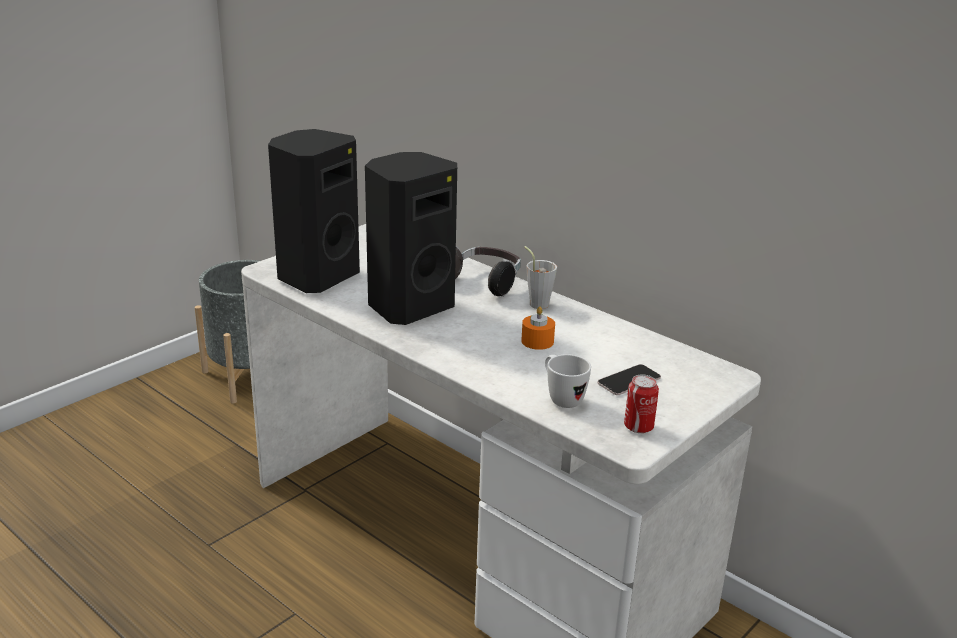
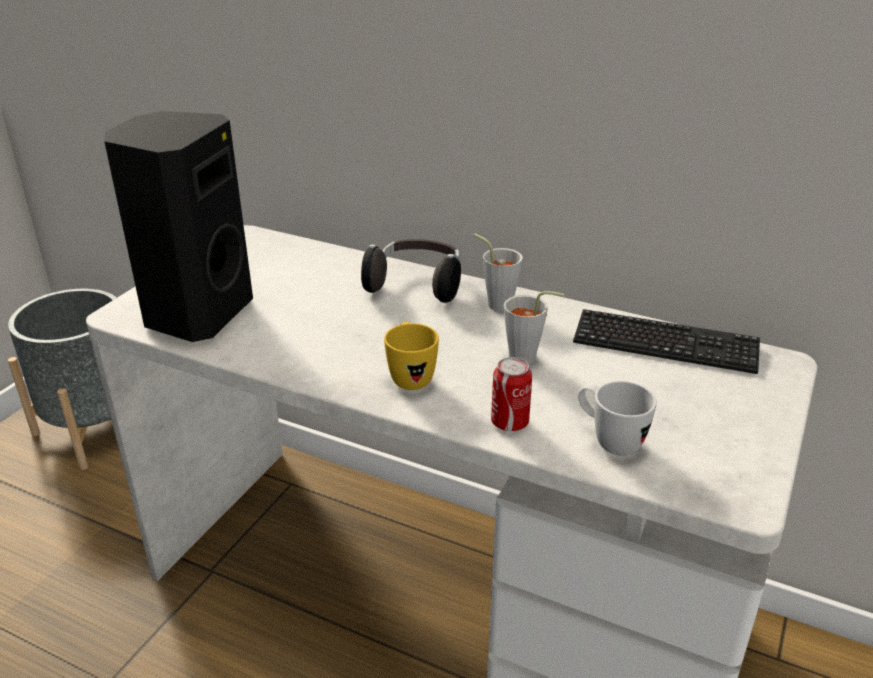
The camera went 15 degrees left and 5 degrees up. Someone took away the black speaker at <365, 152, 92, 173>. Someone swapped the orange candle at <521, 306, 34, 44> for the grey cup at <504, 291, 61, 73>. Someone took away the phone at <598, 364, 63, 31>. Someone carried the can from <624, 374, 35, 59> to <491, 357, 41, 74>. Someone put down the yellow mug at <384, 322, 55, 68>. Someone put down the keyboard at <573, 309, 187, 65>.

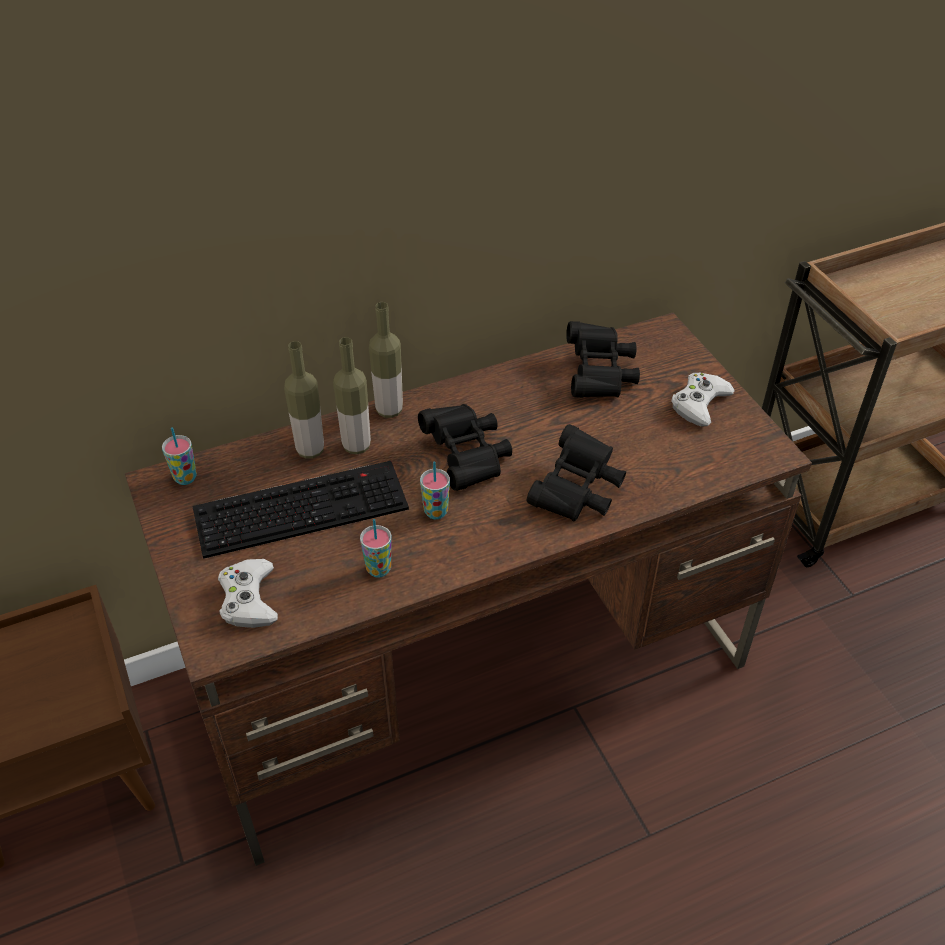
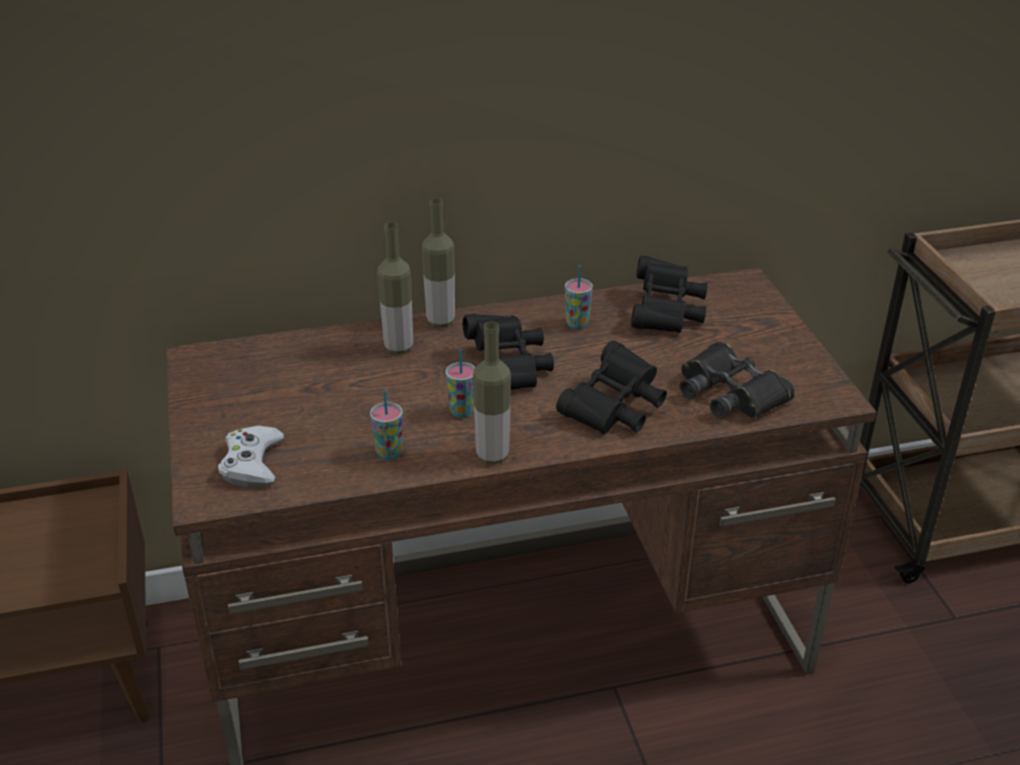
The camera went 10 degrees right and 10 degrees down. Someone carried the cup from <162, 427, 35, 58> to <565, 265, 28, 64>. Someone took away the keyboard at <192, 461, 217, 98>. Someone carried the bottle from <284, 341, 40, 118> to <473, 321, 38, 143>. Someone took away the white game controller at <671, 373, 64, 54>. Someone put down the black binoculars at <679, 342, 116, 77>.

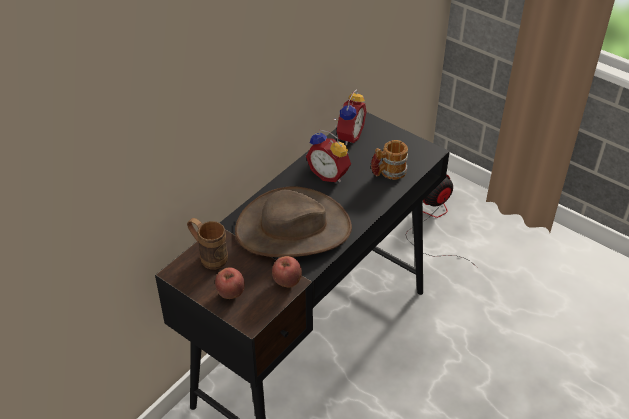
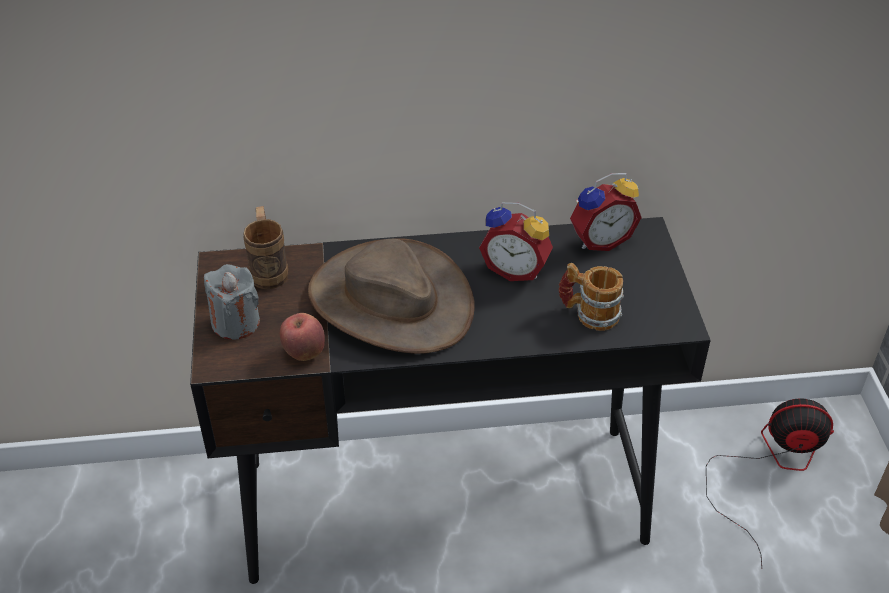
The camera went 45 degrees right and 0 degrees up. Someone swapped the apple at <215, 267, 30, 32> for the grey candle at <204, 264, 56, 76>. Someone rotated the alarm clock at <306, 130, 45, 52> by 60 degrees counterclockwise.

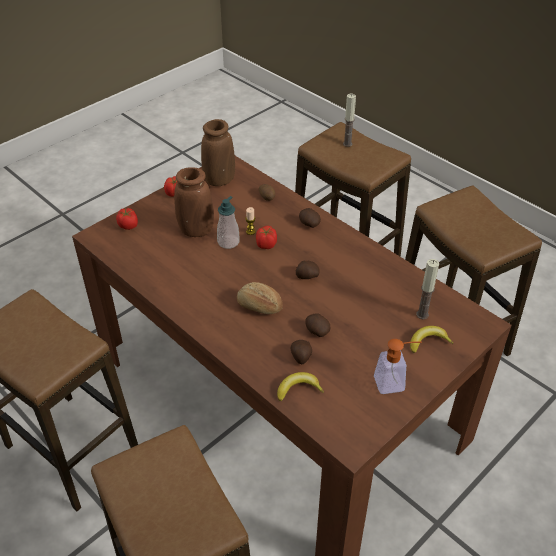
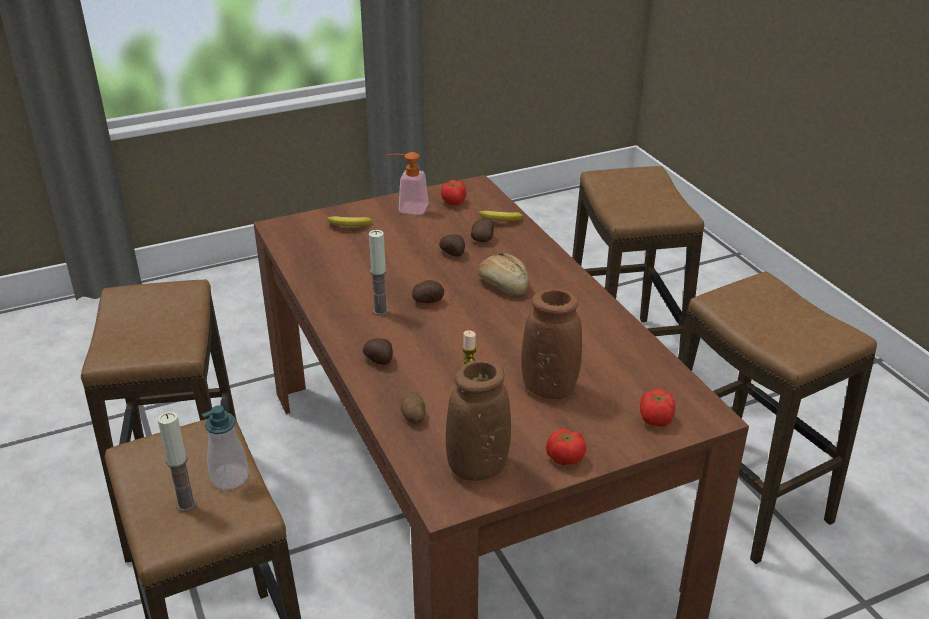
The camera went 160 degrees left and 10 degrees down. Someone carried the soap dispenser from <217, 196, 22, 53> to <202, 405, 47, 85>. Someone carried the tomato from <256, 226, 21, 23> to <441, 180, 25, 25>. Someone carried the candle from <416, 259, 23, 61> to <369, 230, 19, 86>.

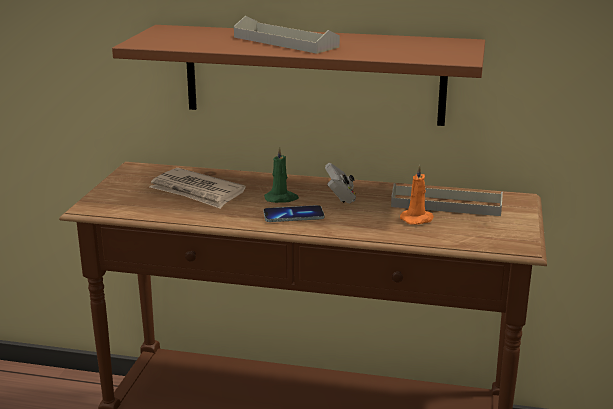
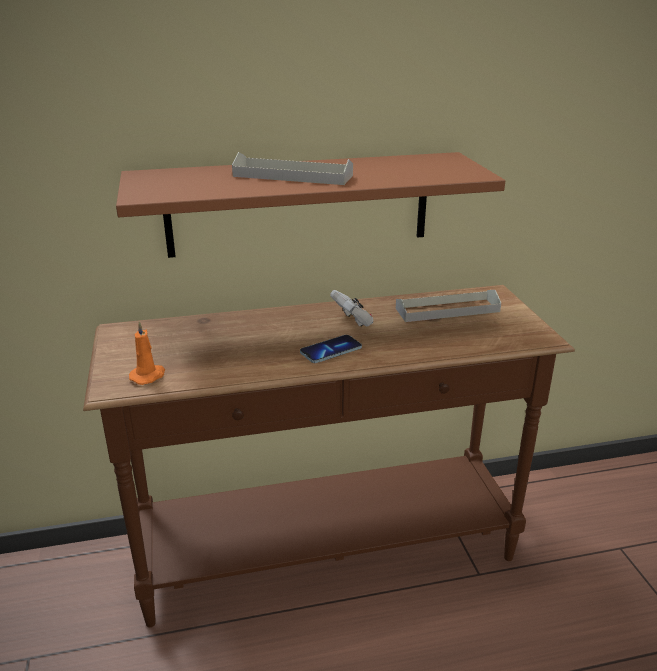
The camera went 25 degrees left and 5 degrees up. Someone took away the newspaper at <149, 168, 97, 41>. Someone took away the green candle at <264, 146, 35, 57>. Someone carried the orange candle from <400, 165, 34, 60> to <129, 321, 36, 64>.

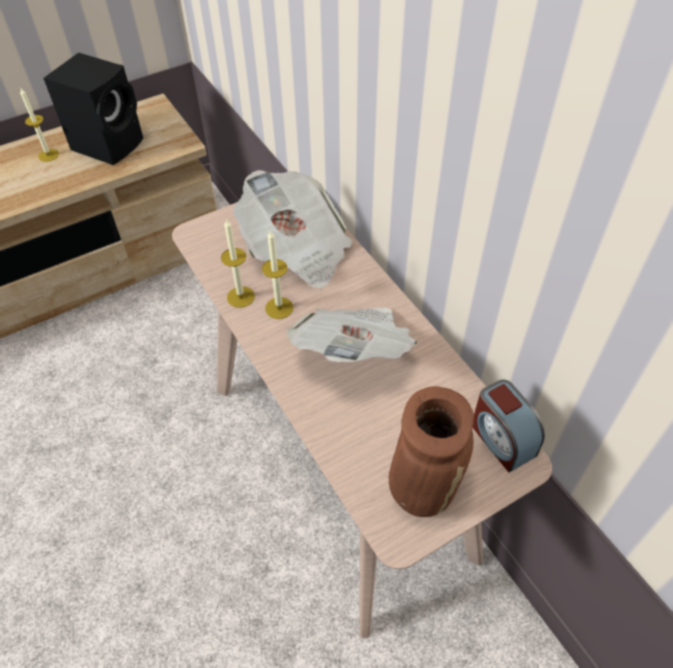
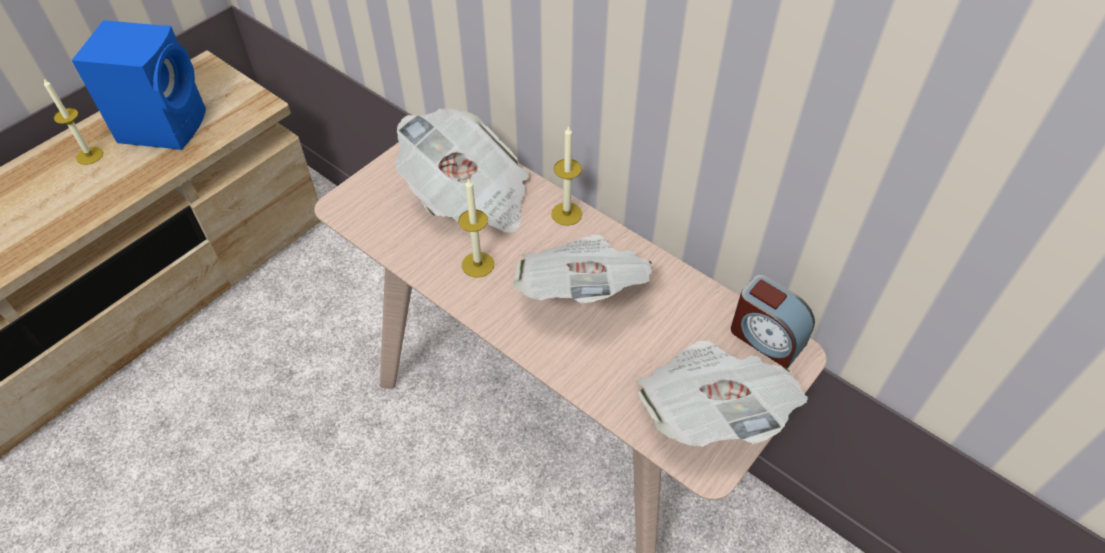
The camera went 20 degrees left and 0 degrees up. Someone repainted the black speaker at <44, 52, 99, 113>, which became the blue speaker at <72, 20, 134, 130>. Someone carried the candle from <221, 218, 34, 90> to <551, 125, 31, 101>. Someone swapped the brown vase at <389, 386, 85, 131> for the newspaper at <635, 340, 173, 107>.

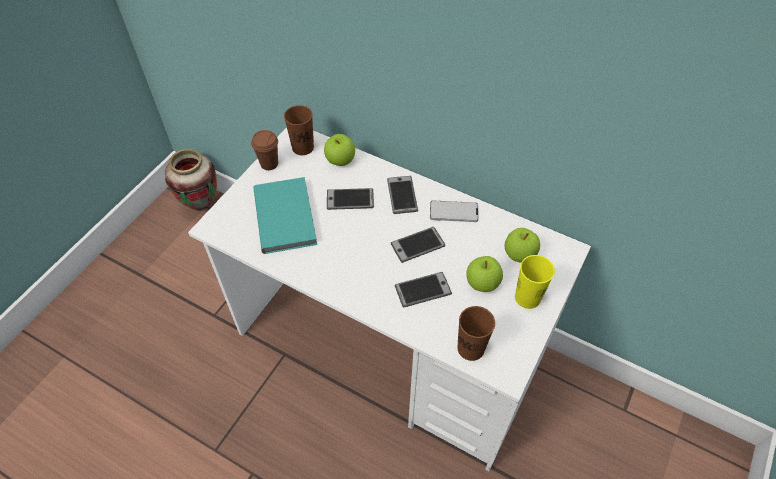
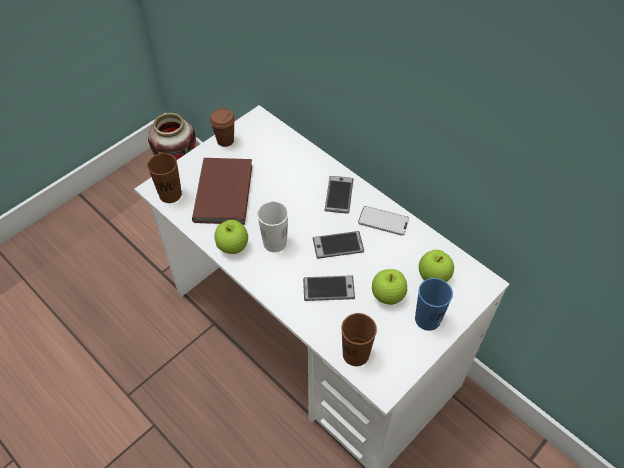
The camera went 15 degrees right and 0 degrees up. Someone repainted the turquoise book at <253, 177, 64, 77>, which became the brown book at <192, 158, 61, 67>. Someone carried the brown cup from <284, 105, 30, 50> to <147, 153, 35, 50>. Someone carried the apple from <324, 134, 31, 32> to <214, 220, 34, 34>. Someone took away the phone at <327, 188, 47, 22>. Someone repainted the yellow cup at <515, 255, 40, 54>, which became the blue cup at <415, 278, 38, 53>. Someone put down the white cup at <257, 201, 31, 51>.

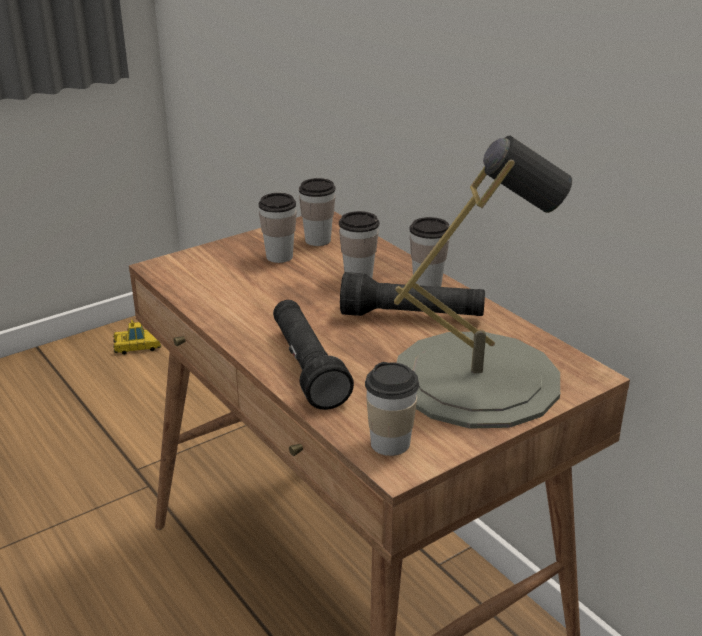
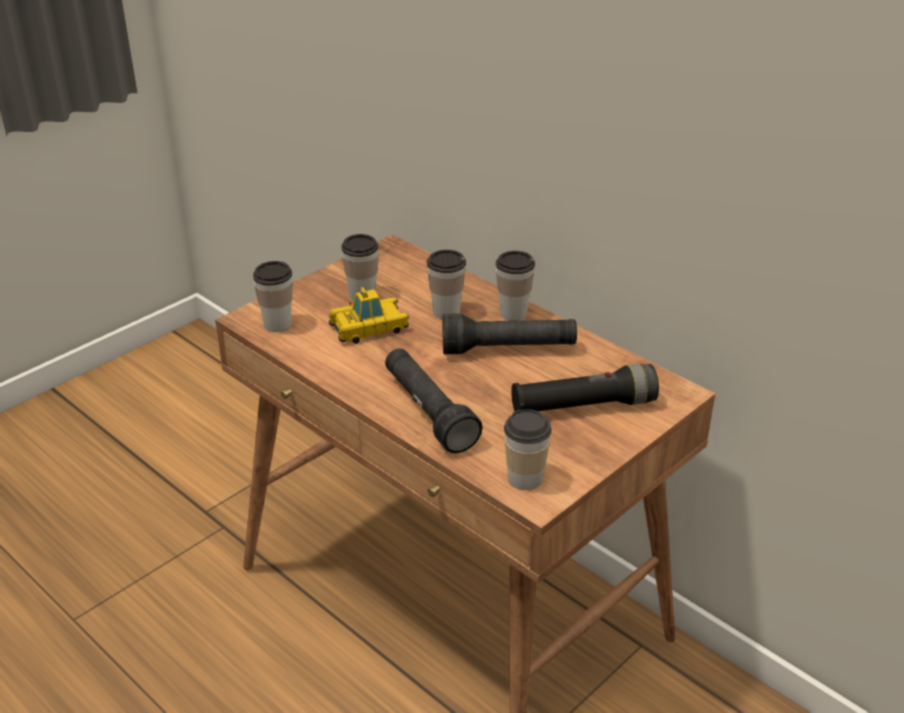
The camera went 10 degrees left and 5 degrees up. Someone carried the toy car from <113, 320, 48, 35> to <329, 287, 80, 57>. Someone carried the cup from <299, 178, 37, 68> to <253, 261, 40, 71>. Someone swapped the grey table lamp at <394, 135, 178, 294> for the black flashlight at <511, 364, 148, 47>.

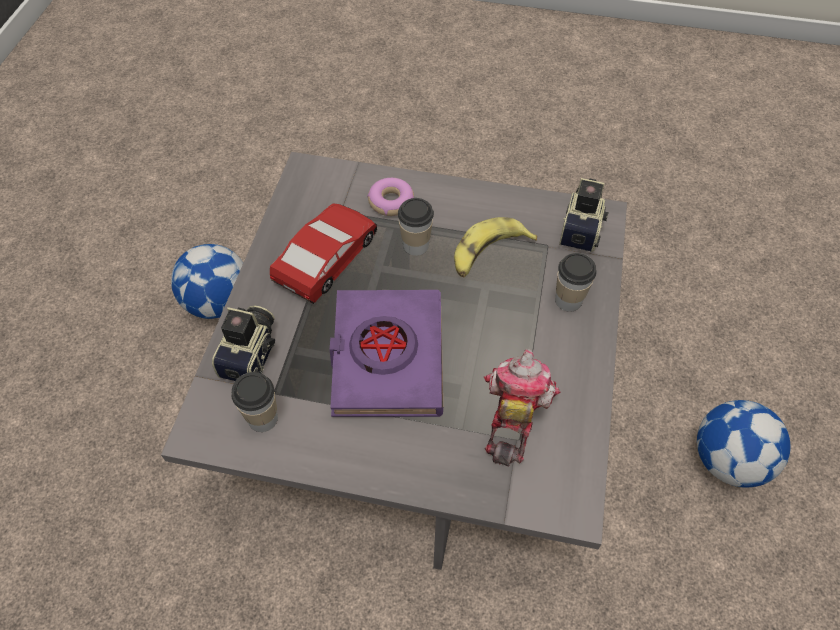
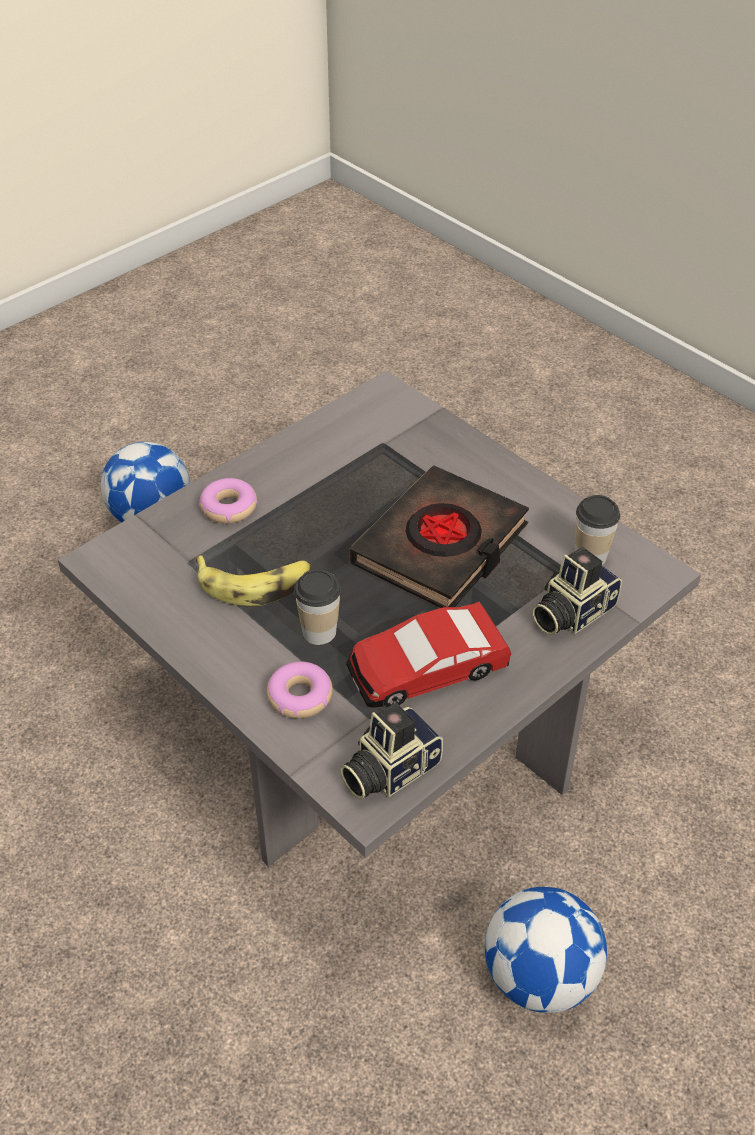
The camera went 145 degrees left and 10 degrees down. Someone repainted the purple book at <330, 290, 113, 127>, which became the black book at <349, 465, 180, 143>. Someone took away the toy robot at <484, 349, 77, 117>. Someone swapped the cup at <555, 253, 42, 59> for the donut at <199, 478, 58, 46>. Someone carried the photo camera from <559, 178, 50, 74> to <340, 703, 103, 97>.

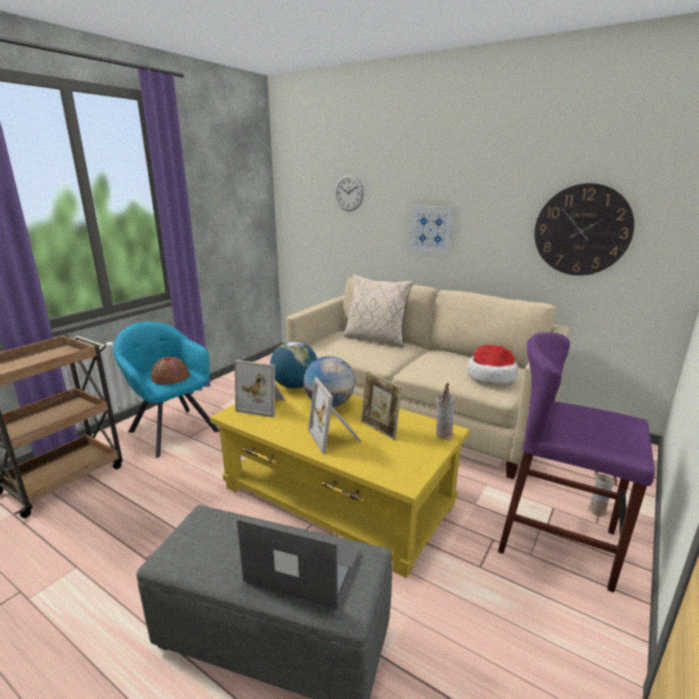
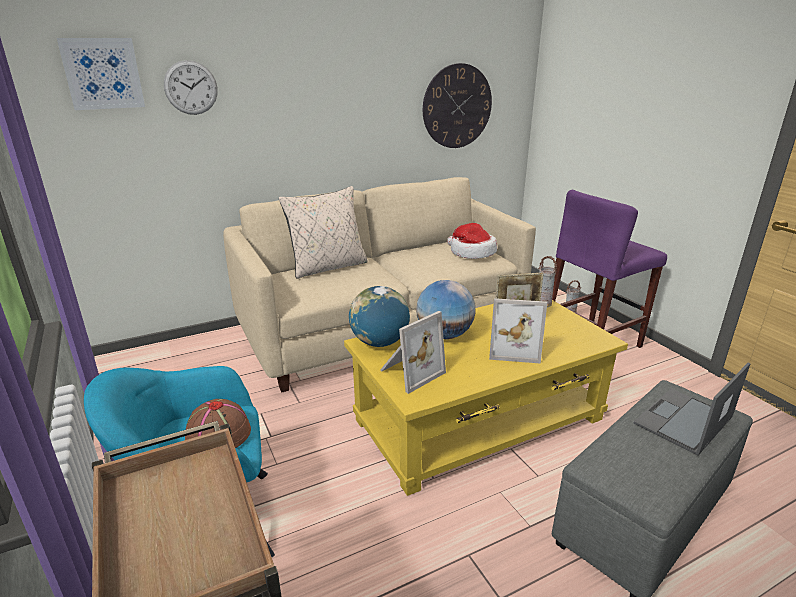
The camera went 60 degrees left and 5 degrees up. Someone carried the picture from <409, 205, 46, 50> to <57, 38, 88, 72>.

